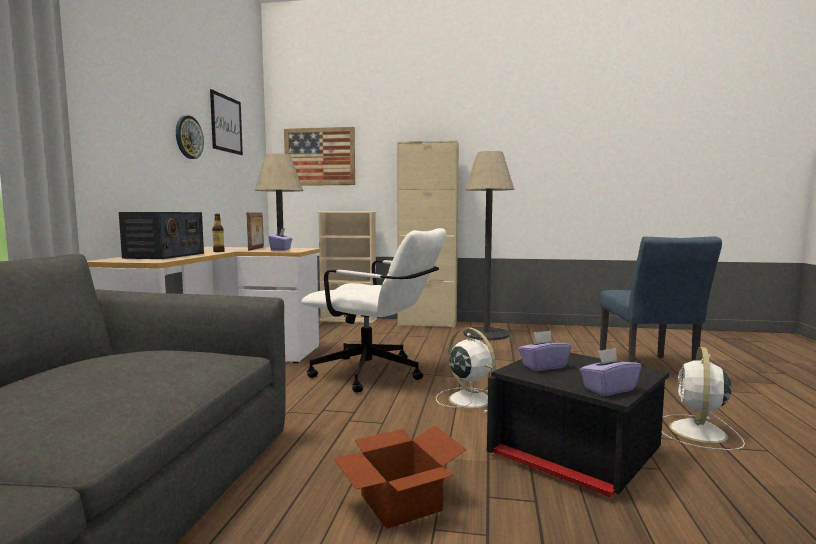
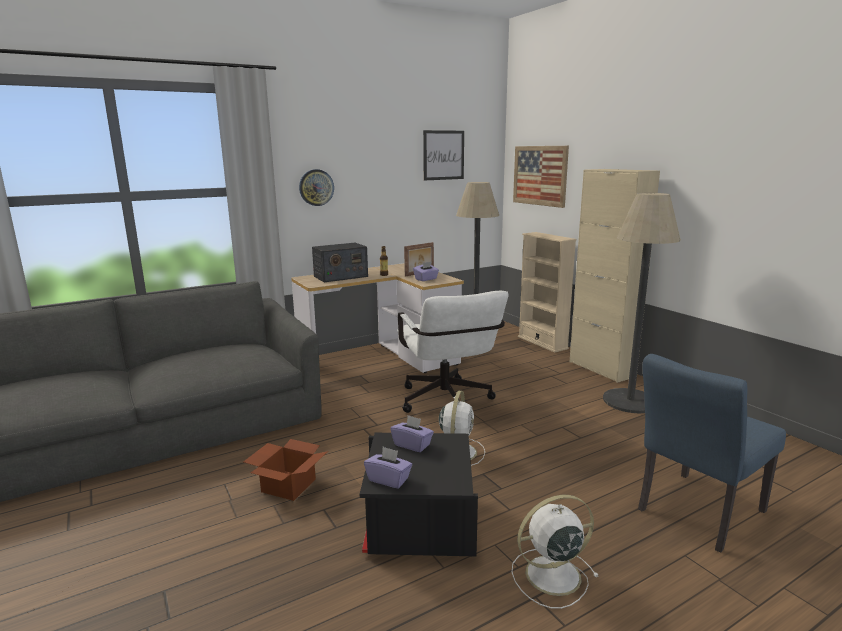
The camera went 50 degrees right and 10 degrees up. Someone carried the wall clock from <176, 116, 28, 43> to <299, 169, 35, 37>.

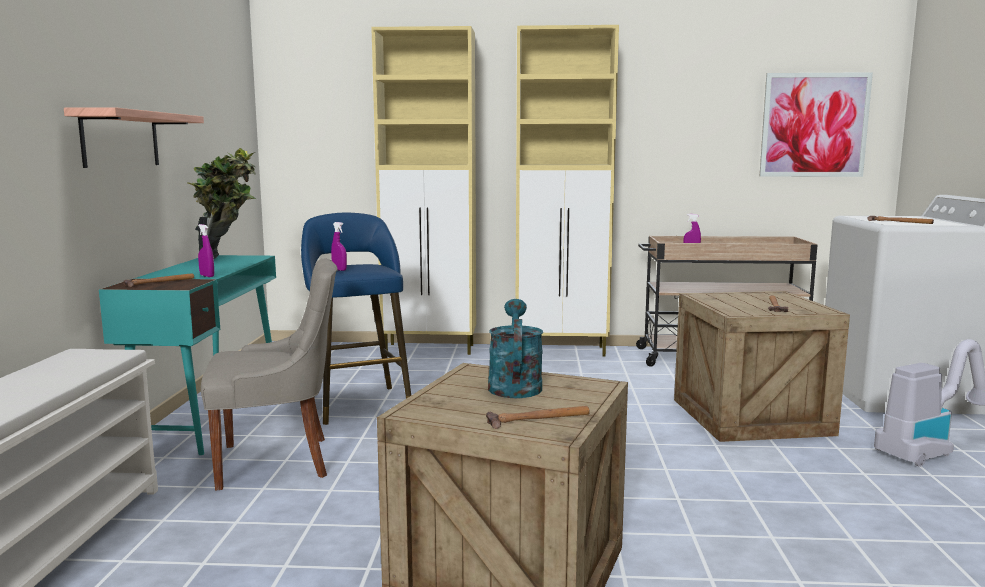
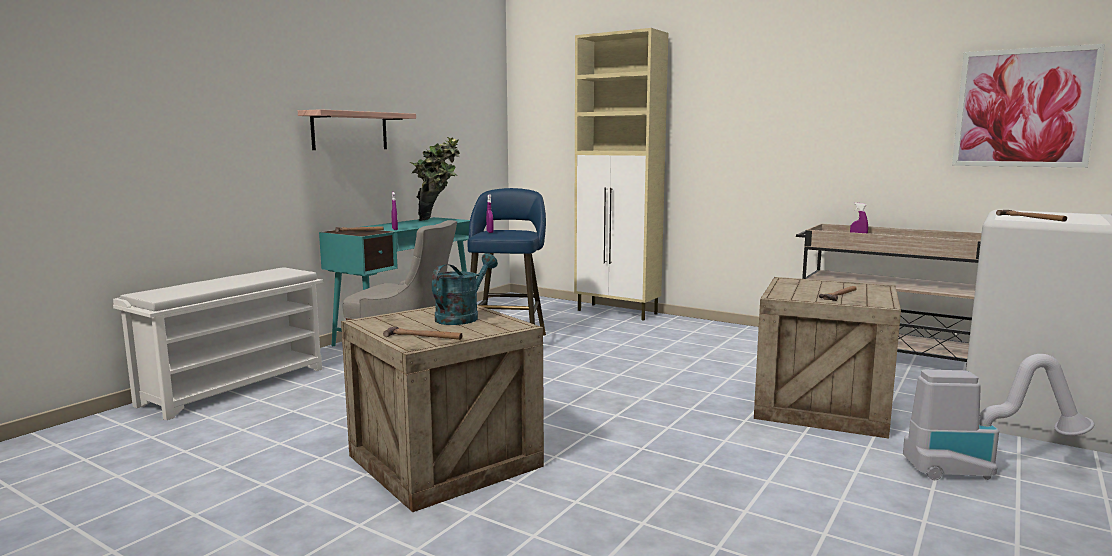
The camera went 30 degrees right and 0 degrees up. Someone took away the beige cabinet at <516, 25, 103, 332>.

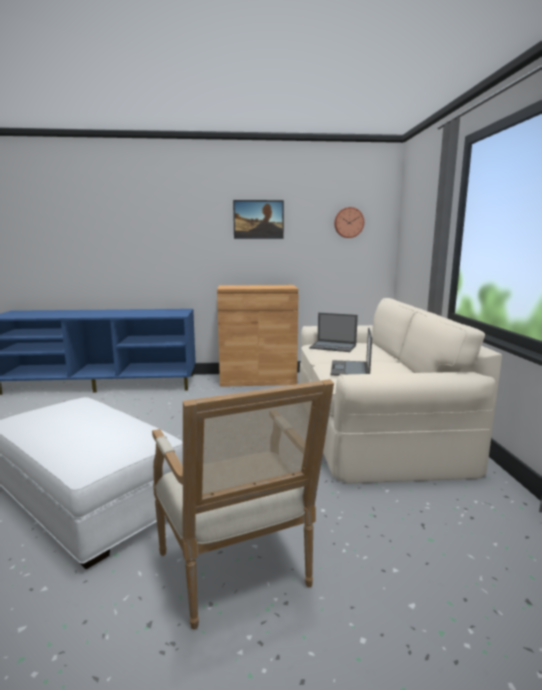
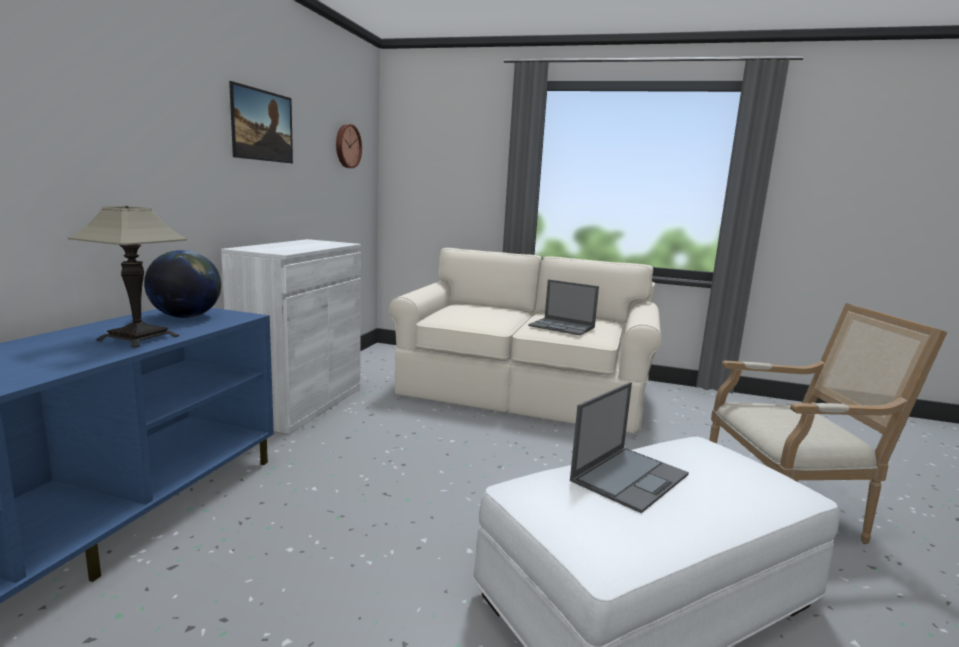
The camera went 70 degrees left and 0 degrees up. Someone repainted the brown cabinet at <217, 285, 82, 102>, which became the white cabinet at <221, 239, 140, 195>. Someone carried the laptop from <309, 313, 49, 39> to <570, 382, 119, 131>. Someone put down the table lamp at <68, 206, 119, 142>. Someone put down the globe at <144, 250, 77, 68>.

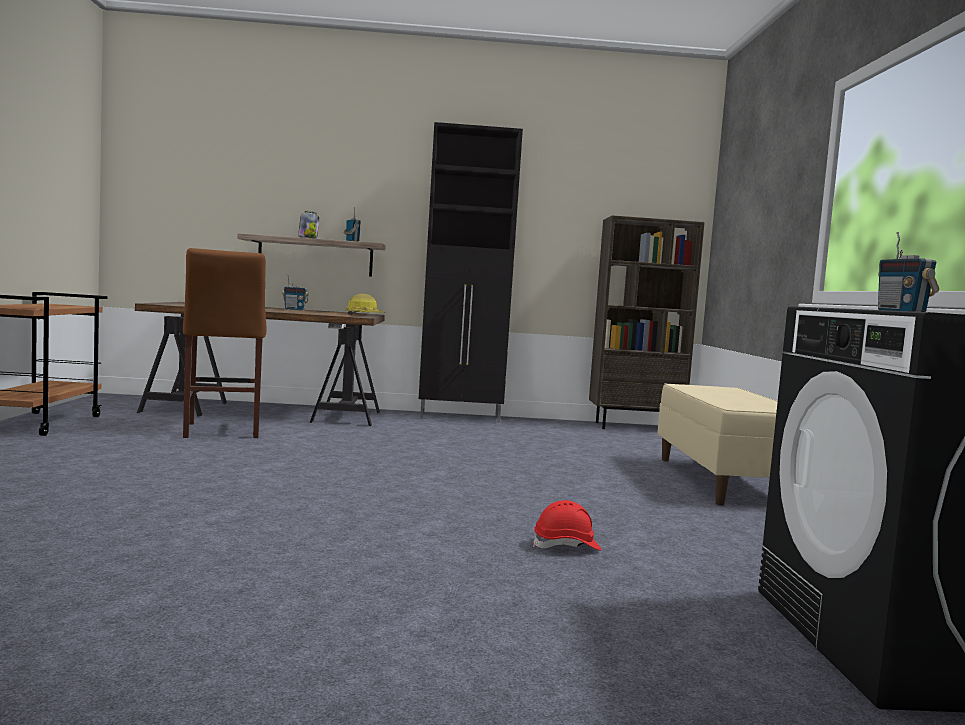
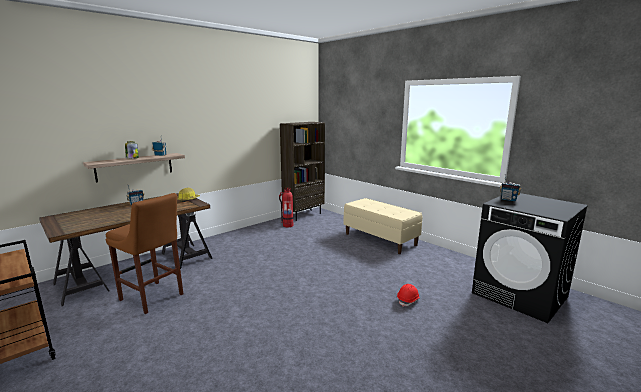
The camera went 40 degrees left and 10 degrees up. Someone took away the black cabinet at <419, 122, 104, 301>. Someone put down the fire extinguisher at <279, 188, 15, 39>.

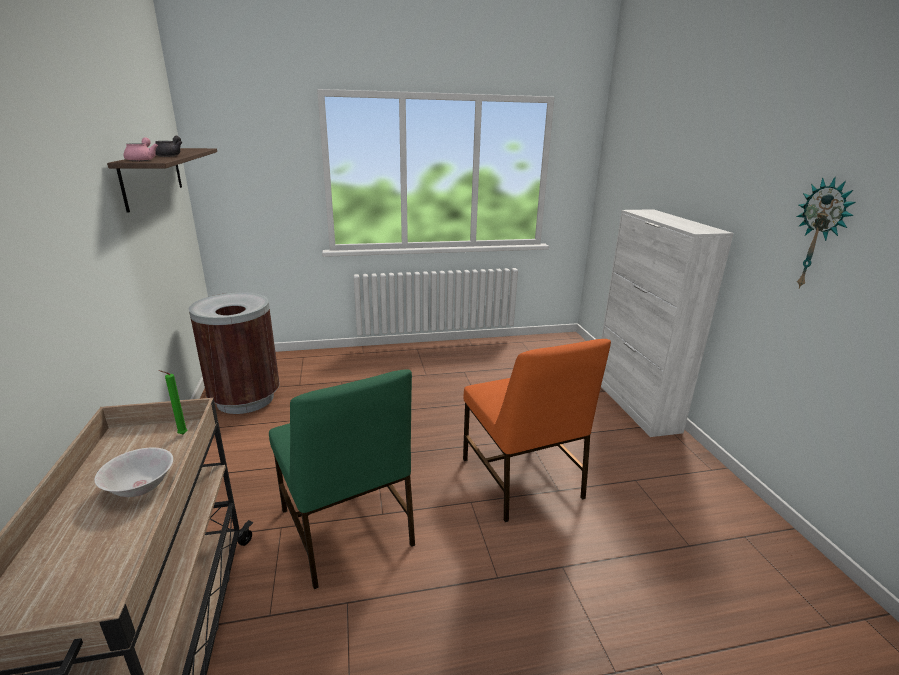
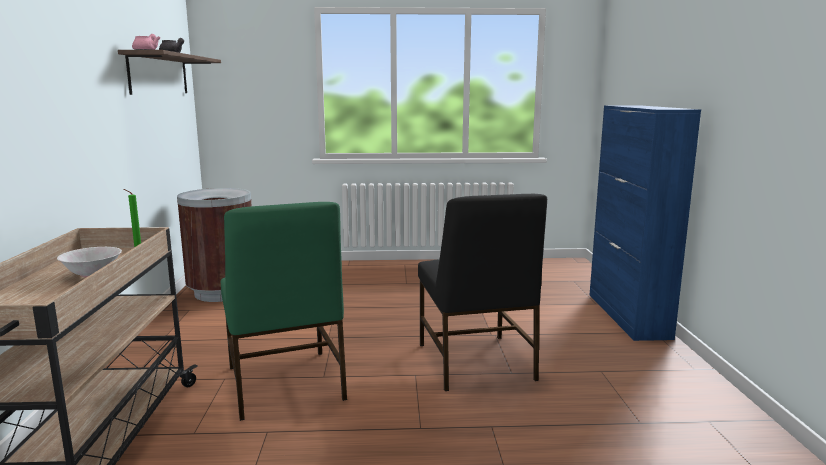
The camera went 10 degrees right and 10 degrees down. Someone repainted the orange chair at <463, 339, 148, 183>, which became the black chair at <418, 194, 129, 197>. Someone repainted the white cabinet at <601, 209, 133, 228>, which became the blue cabinet at <590, 105, 111, 236>. Someone took away the wall clock at <796, 177, 60, 112>.

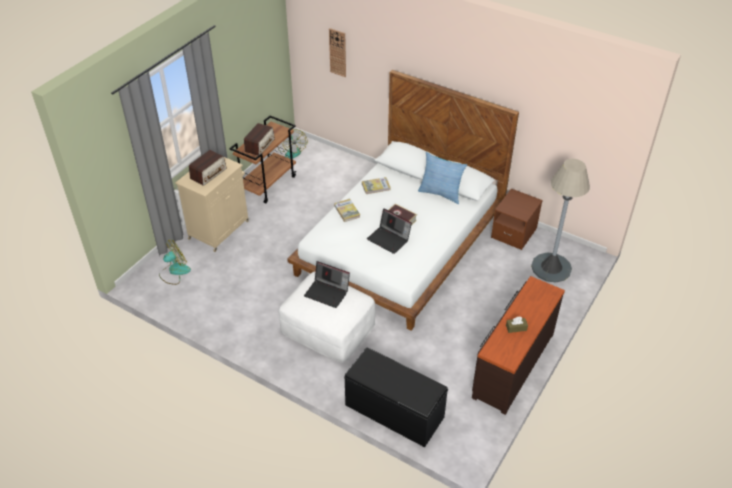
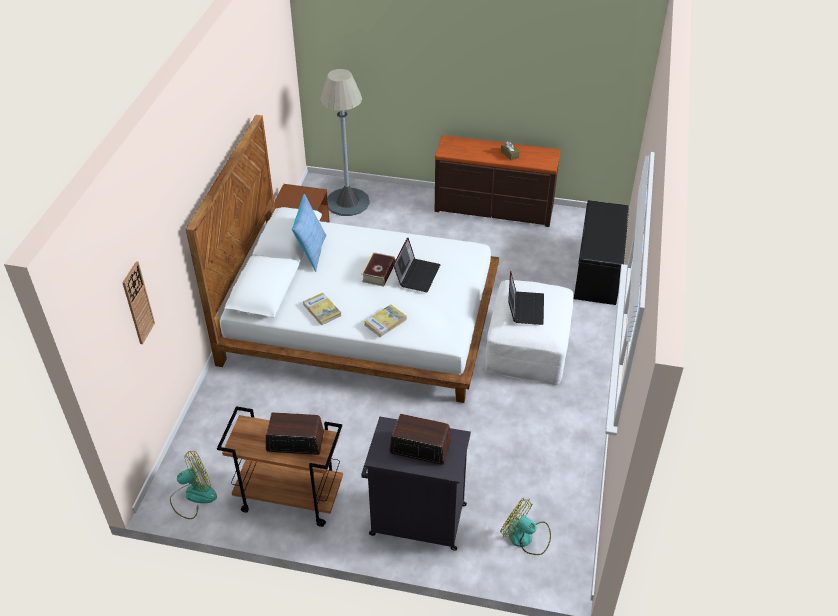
The camera went 110 degrees left and 0 degrees up. Someone repainted the beige cabinet at <175, 157, 74, 95>, which became the black cabinet at <361, 416, 110, 135>.

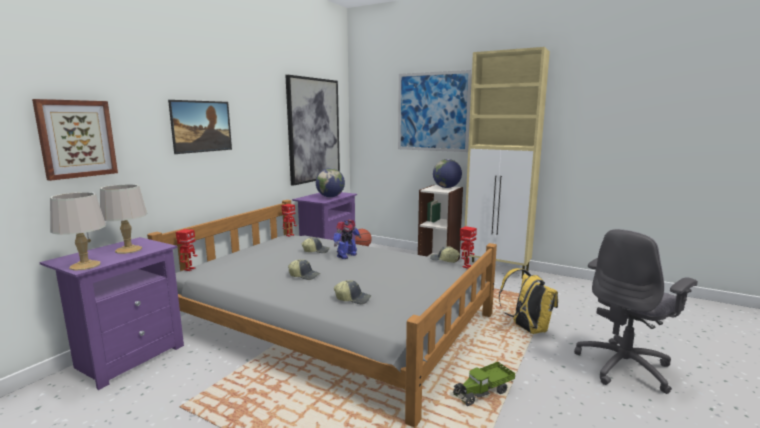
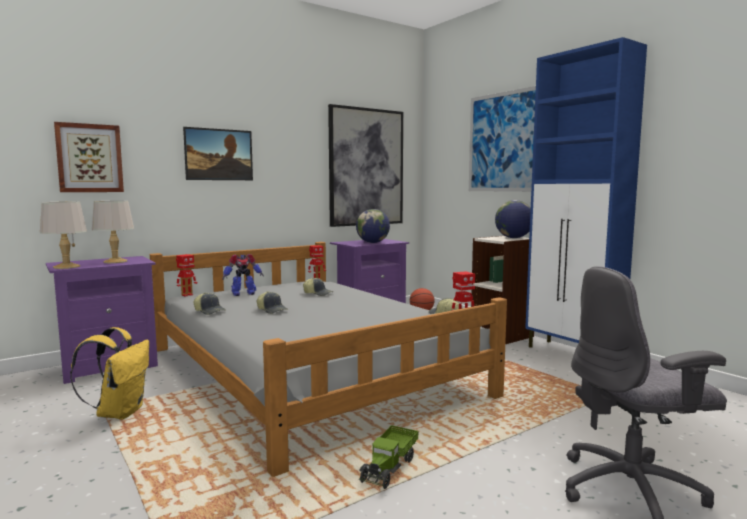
The camera went 25 degrees right and 5 degrees down. Someone carried the toy robot from <333, 219, 28, 40> to <222, 254, 42, 42>. Someone carried the cap from <334, 280, 37, 24> to <194, 292, 32, 23>. Someone rotated the toy truck at <452, 362, 63, 44> by 60 degrees counterclockwise. Someone repainted the beige cabinet at <463, 47, 87, 232>, which became the blue cabinet at <525, 37, 122, 311>. Someone carried the yellow backpack from <499, 268, 59, 66> to <70, 327, 79, 93>.

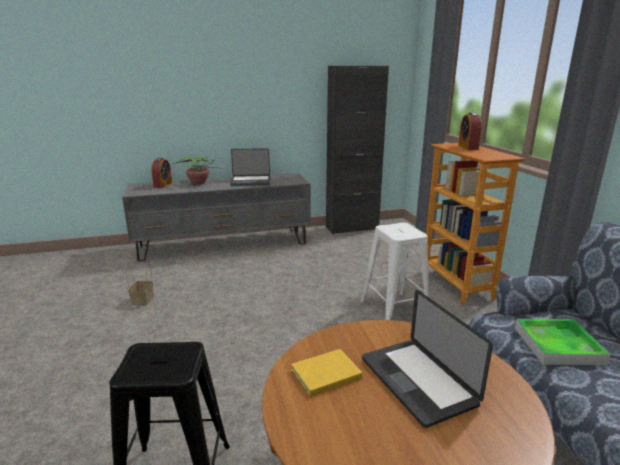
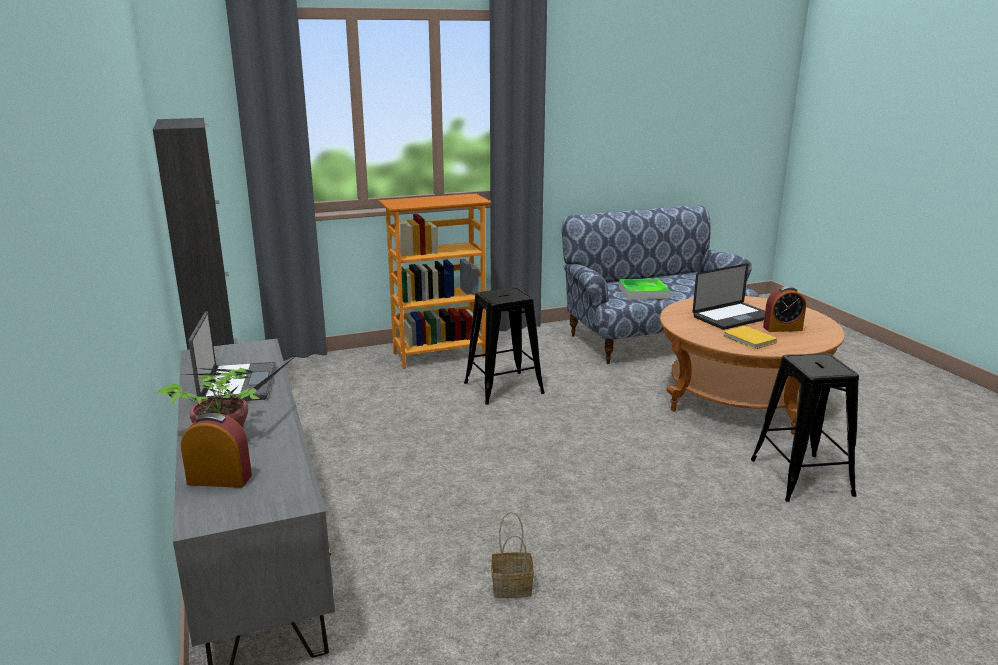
The camera went 95 degrees left and 0 degrees up. Someone repainted the white stool at <361, 222, 68, 98>, which became the black stool at <464, 287, 81, 118>. Someone carried the alarm clock from <458, 112, 24, 38> to <763, 286, 43, 46>.

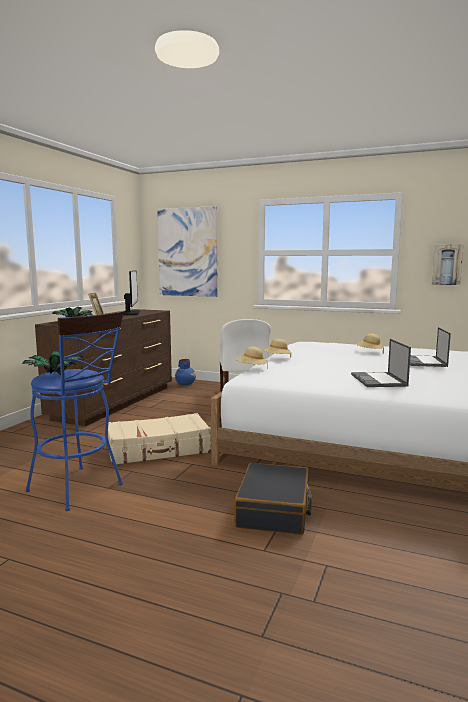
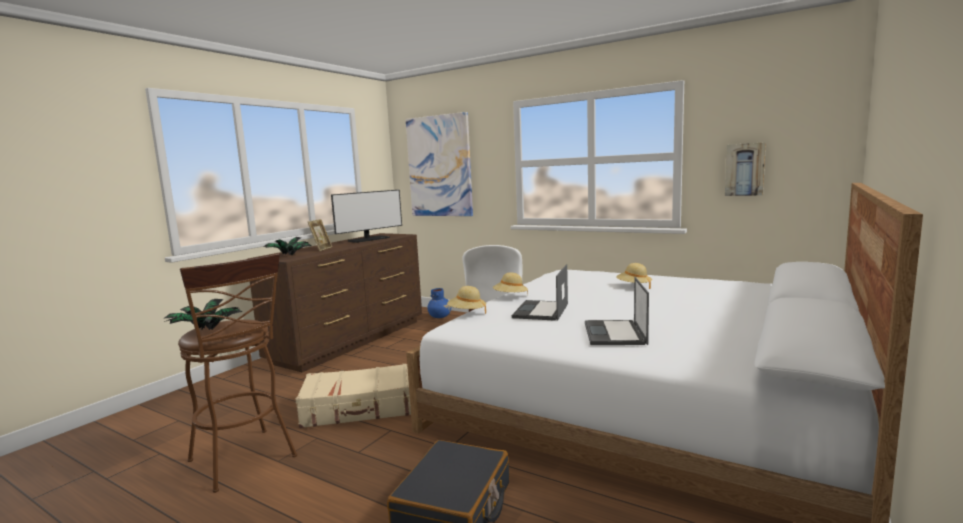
The camera went 10 degrees right and 0 degrees up. Someone repainted the blue stool at <25, 311, 99, 200>, which became the brown stool at <178, 253, 119, 240>. Someone rotated the monitor at <123, 270, 17, 45> by 45 degrees clockwise. Someone carried the laptop from <410, 327, 41, 40> to <512, 264, 56, 57>.

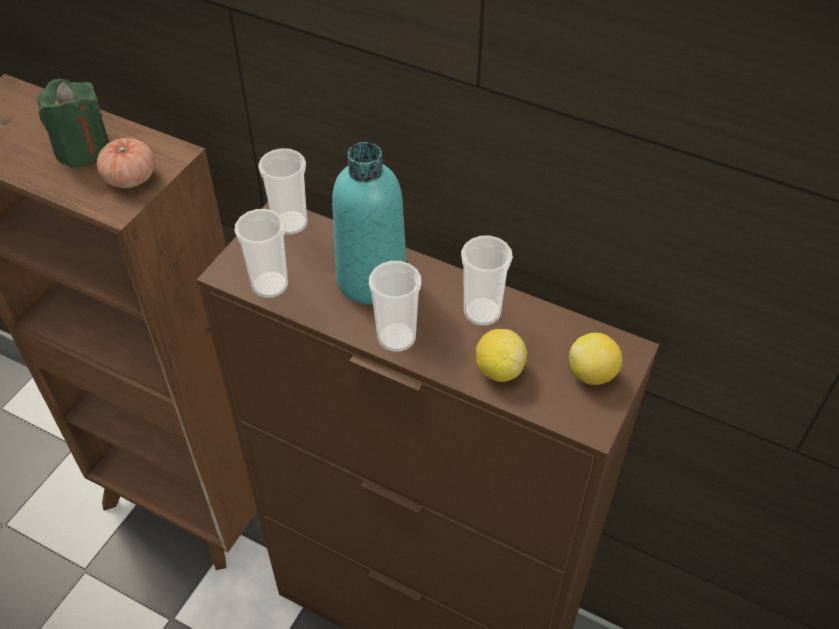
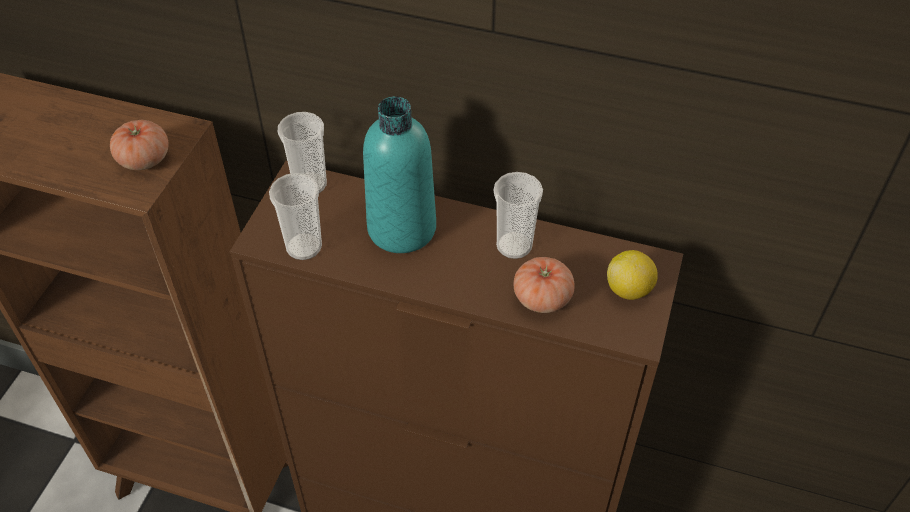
The camera went 10 degrees left and 0 degrees up. Someone took away the green candle at <36, 79, 74, 89>. Someone took away the cup at <369, 261, 52, 91>. Someone swapped the lemon at <476, 329, 51, 53> for the tomato at <514, 257, 61, 56>.

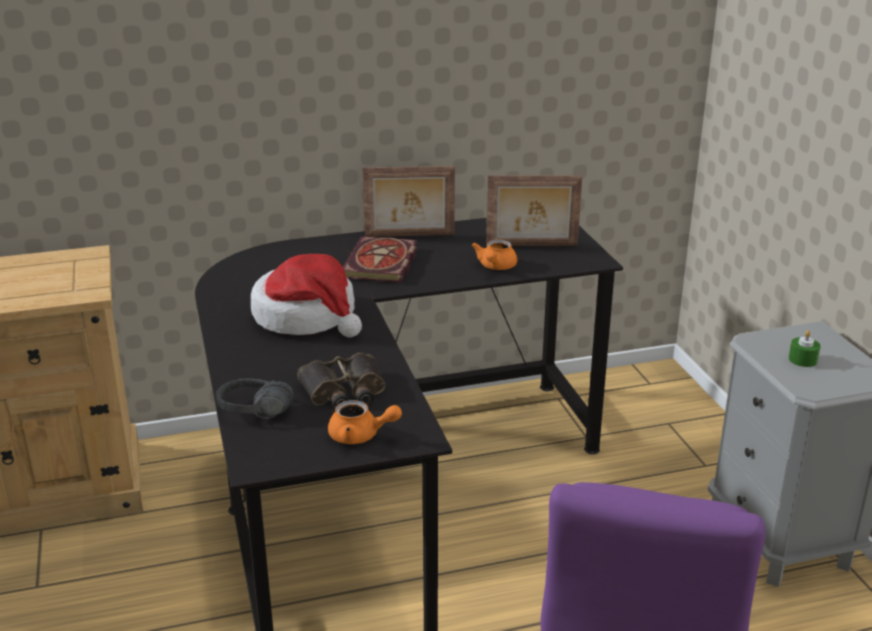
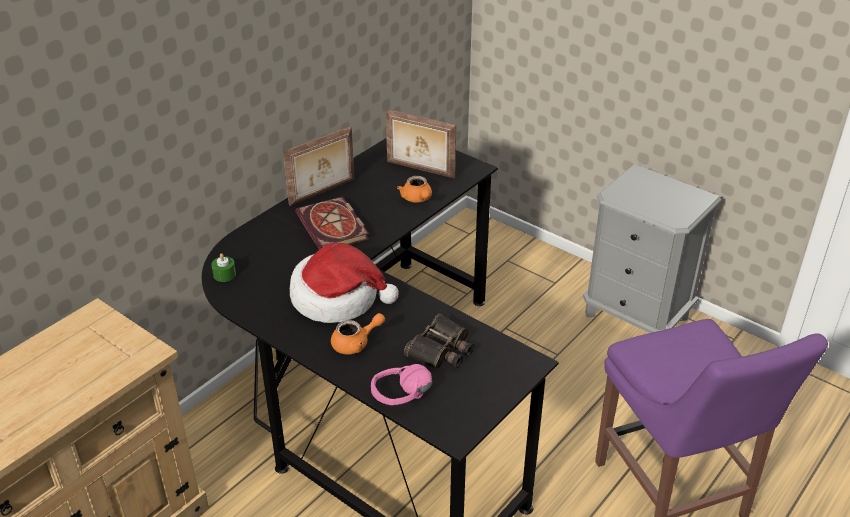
The camera went 35 degrees left and 10 degrees up. Someone repainted the black headphones at <216, 378, 77, 41>, which became the pink headphones at <371, 364, 61, 41>. Someone carried the orange teapot from <328, 400, 74, 44> to <331, 313, 54, 41>. Someone rotated the picture frame at <486, 175, 96, 71> by 60 degrees clockwise. Someone carried the green candle from <789, 330, 32, 37> to <211, 253, 25, 29>.

